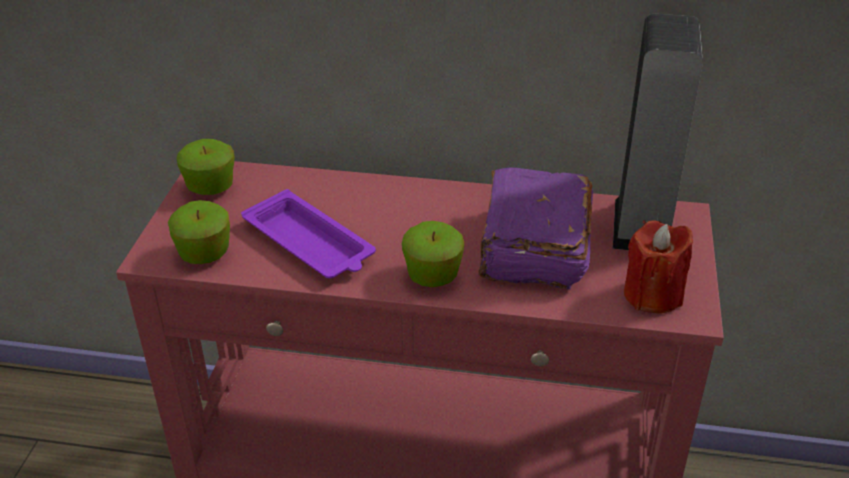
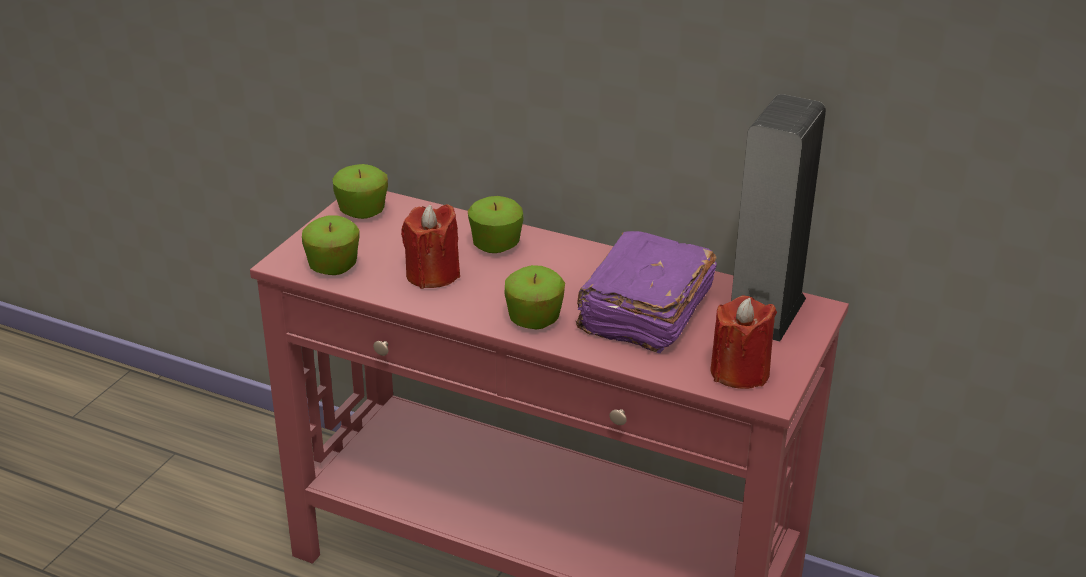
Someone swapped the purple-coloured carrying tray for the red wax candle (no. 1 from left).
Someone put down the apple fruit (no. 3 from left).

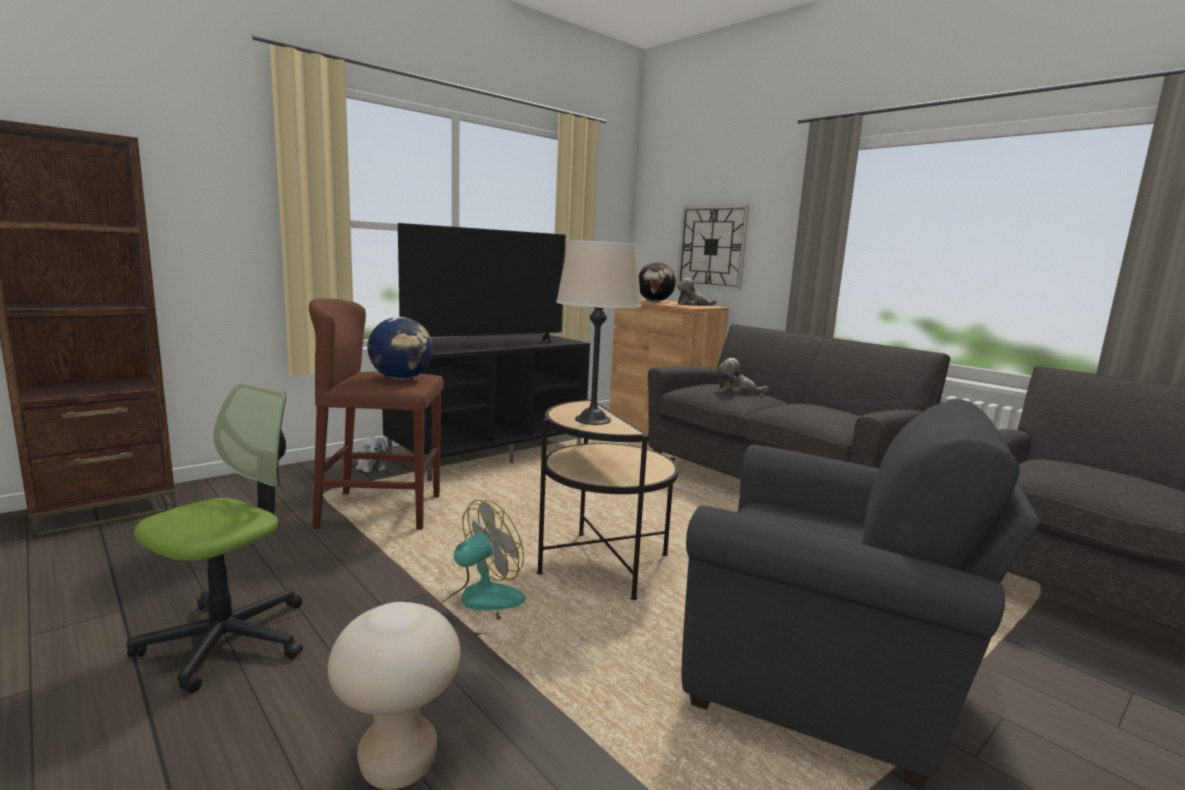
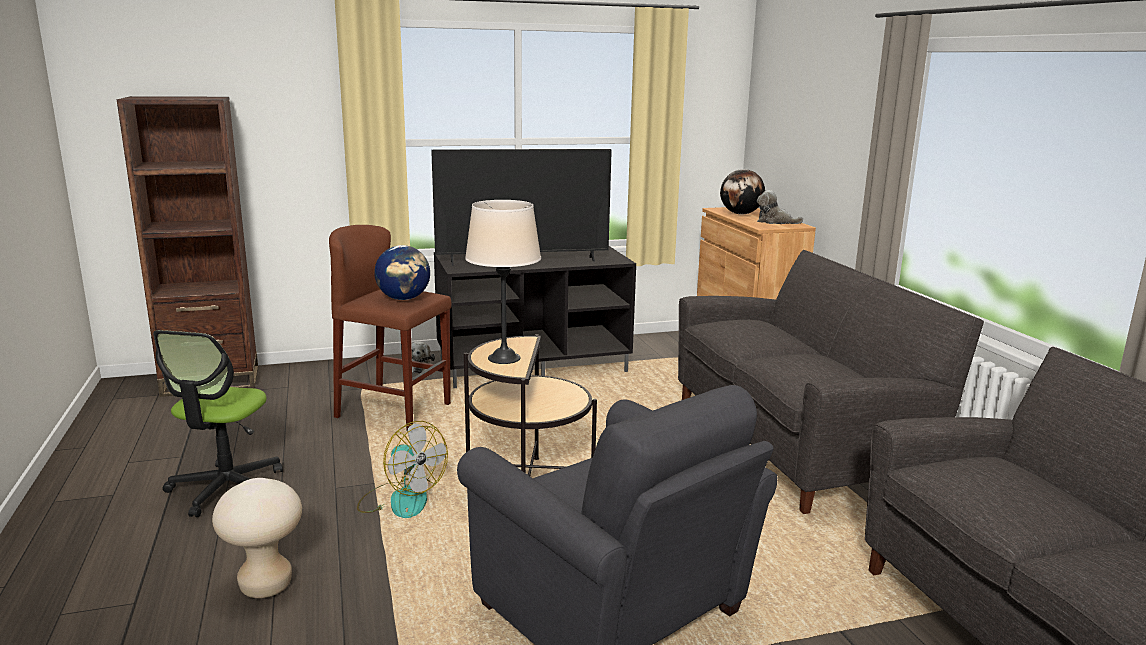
Someone rotated the office chair by 135 degrees clockwise.
Someone rotated the electric fan by 60 degrees clockwise.
Someone took away the hanging clock.
Someone took away the soft toy (no. 3 from left).

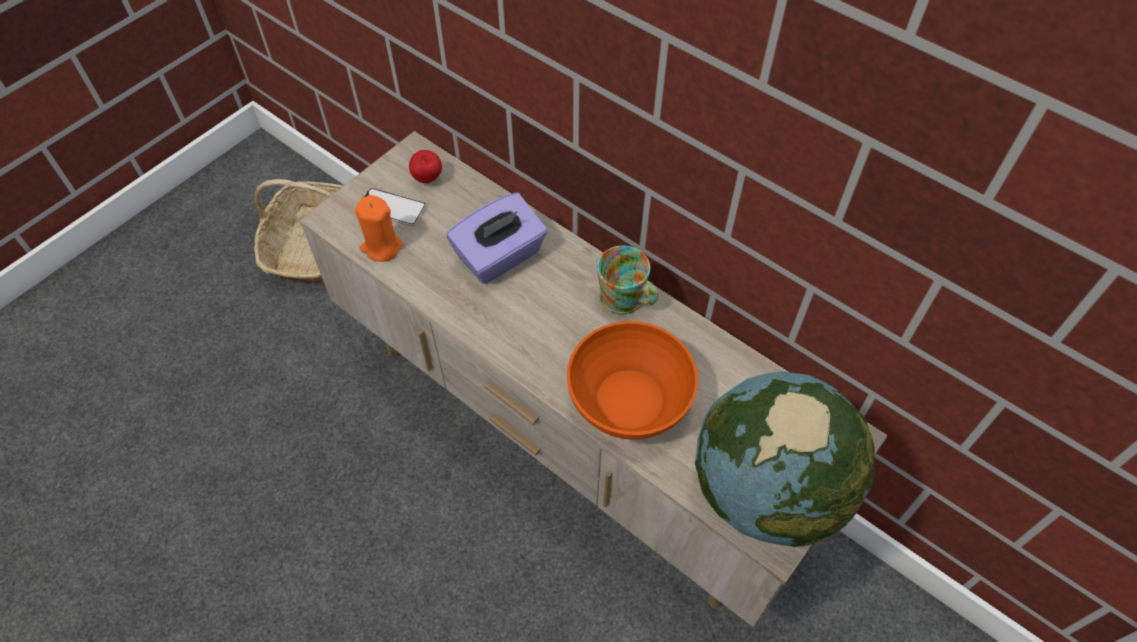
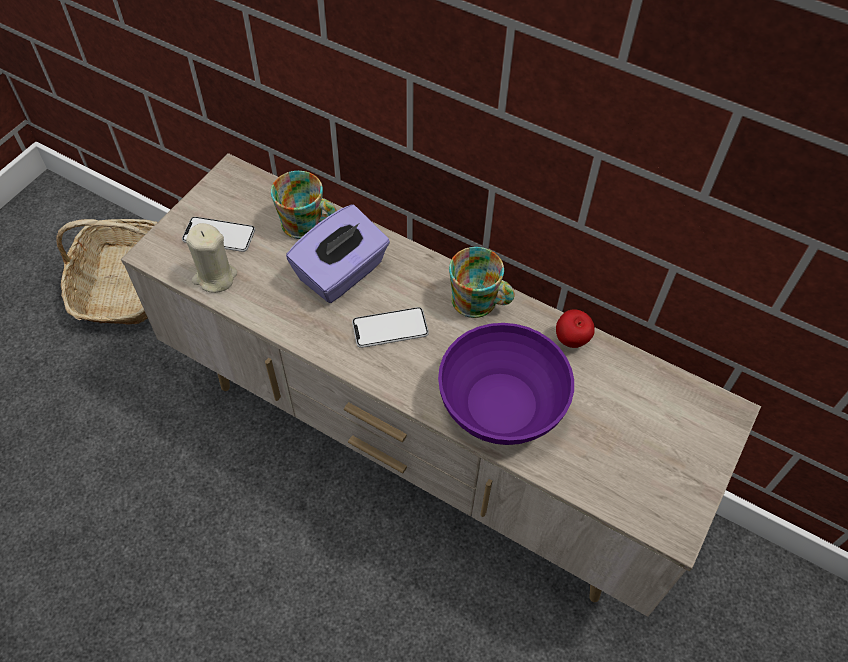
Someone repainted the orange wax candle, which became the beige wax candle.
Someone carried the apple fruit.
Someone repainted the orange serving bowl, which became the purple-coloured serving bowl.
Someone took away the desk globe.
Someone put down the tea mug (no. 1 from left).
Someone put down the phone (no. 2 from left).

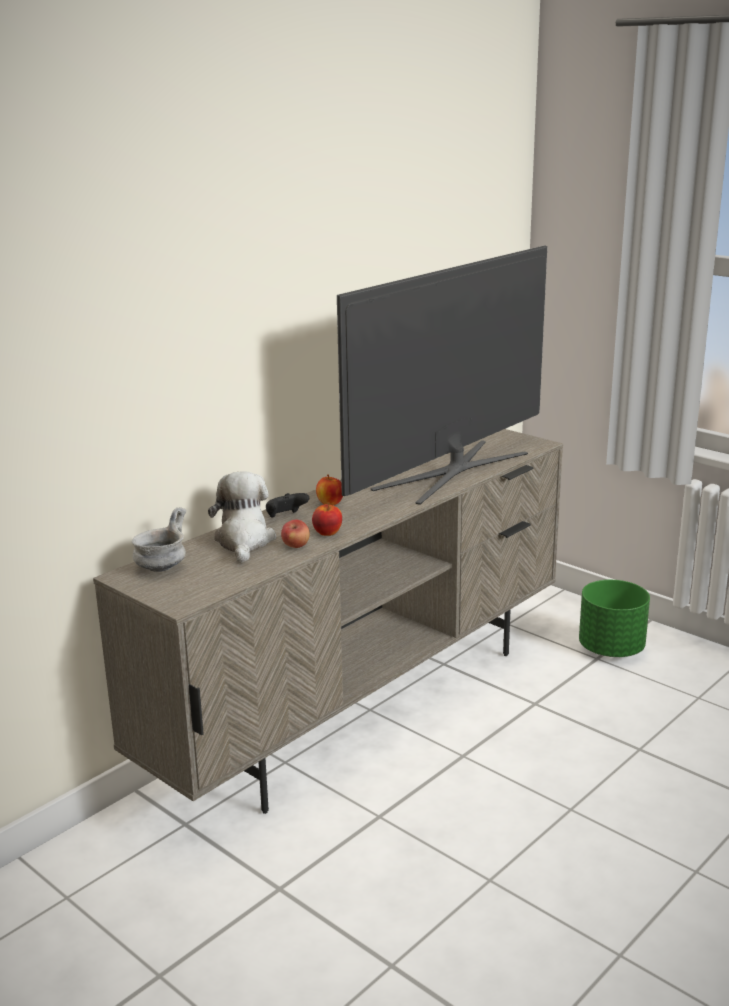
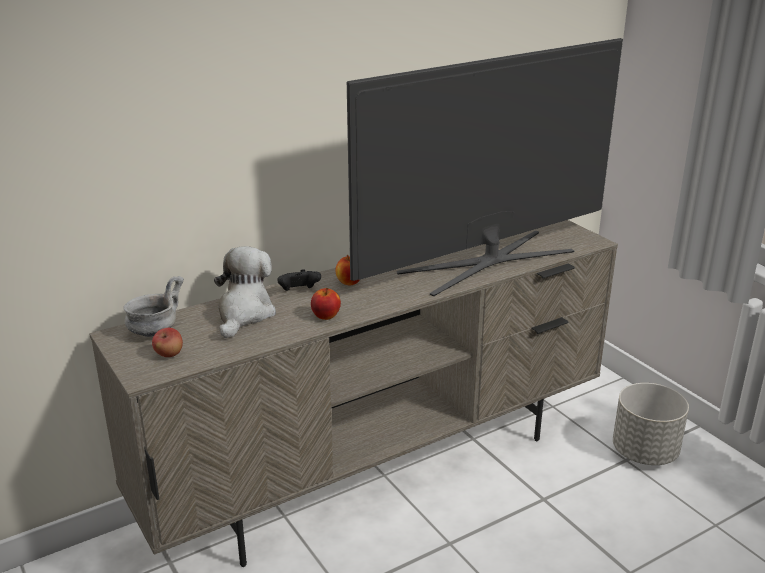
Someone carried the apple fruit (no. 1 from left).
Someone repainted the green planter, which became the gray planter.

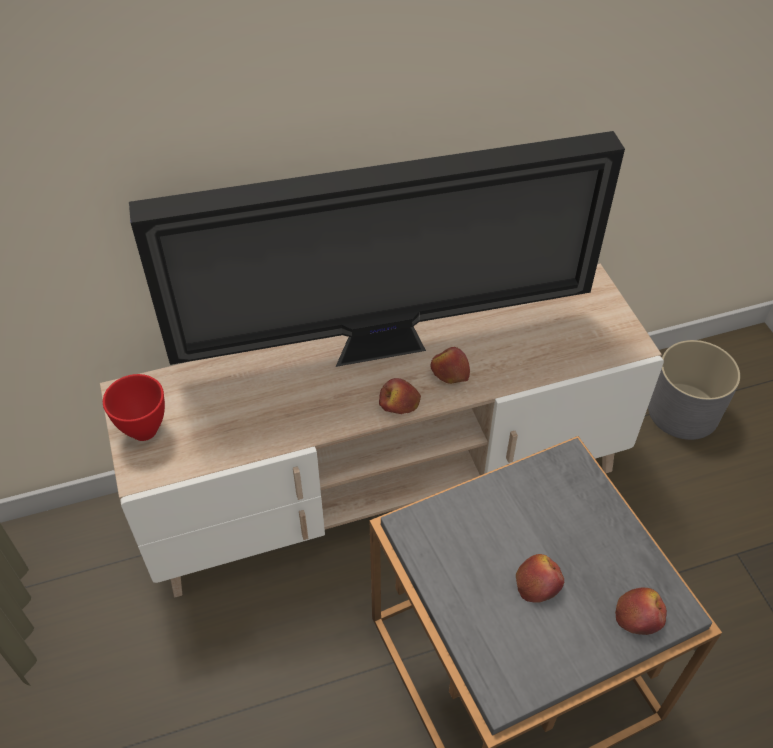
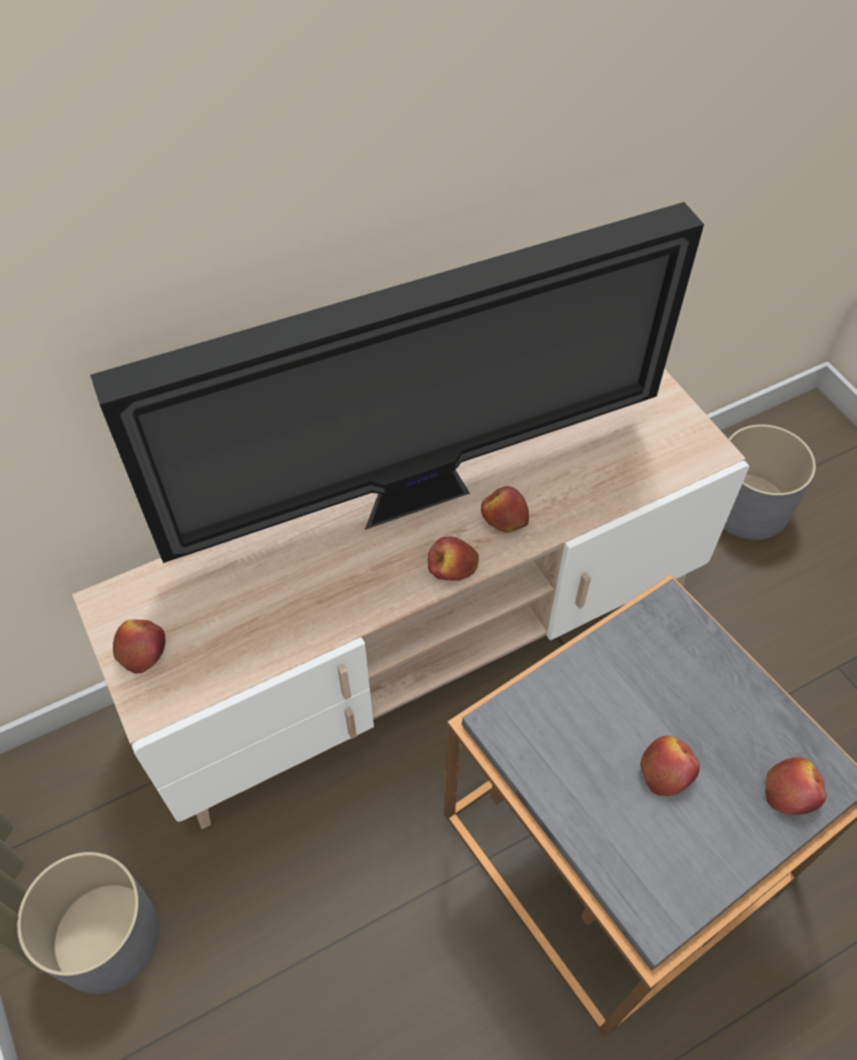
Someone swapped the red serving bowl for the apple fruit (no. 1 from left).
Someone put down the gray planter (no. 1 from left).

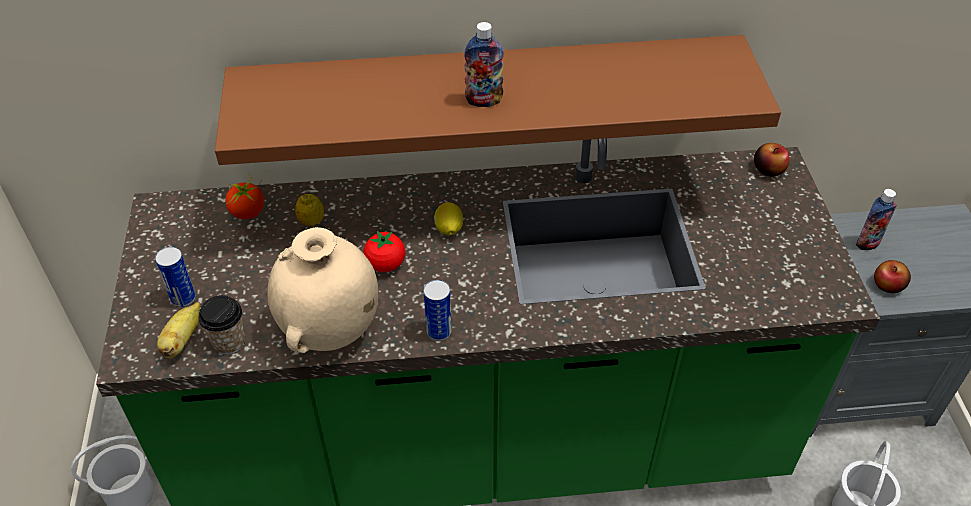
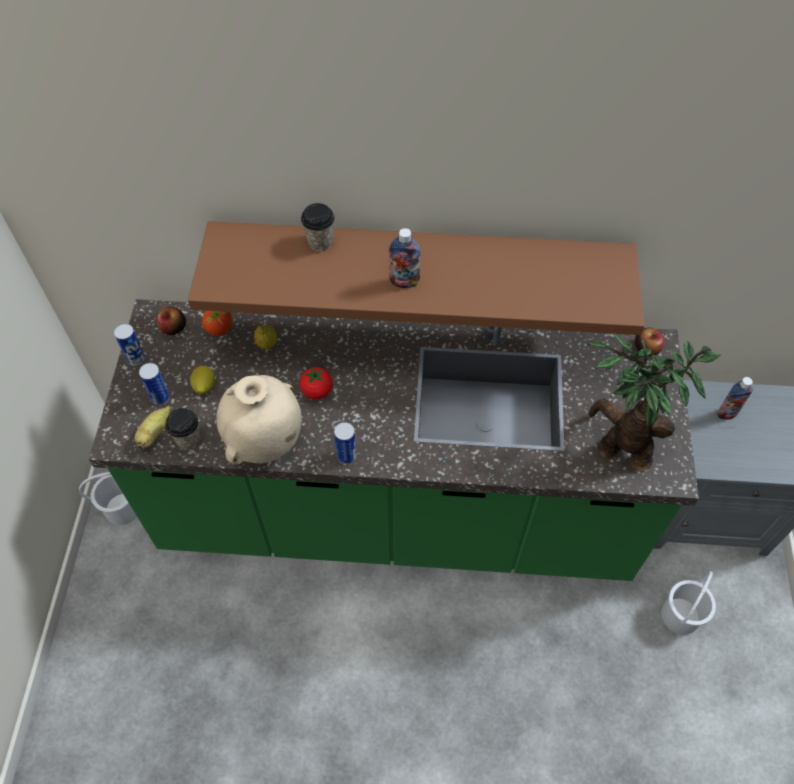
Someone carried the citrus fruit (no. 2 from left in the first image).
Someone carried the apple fruit (no. 2 from left in the first image).
Someone put down the sealed can (no. 1 from left).
Someone put down the drinking cup (no. 2 from left).
Someone put down the houseplant.

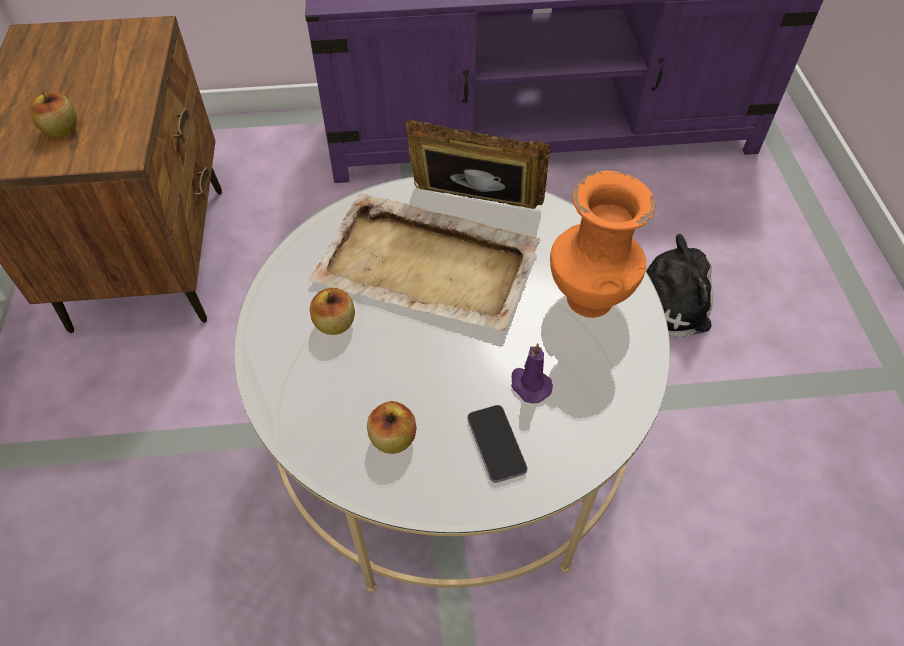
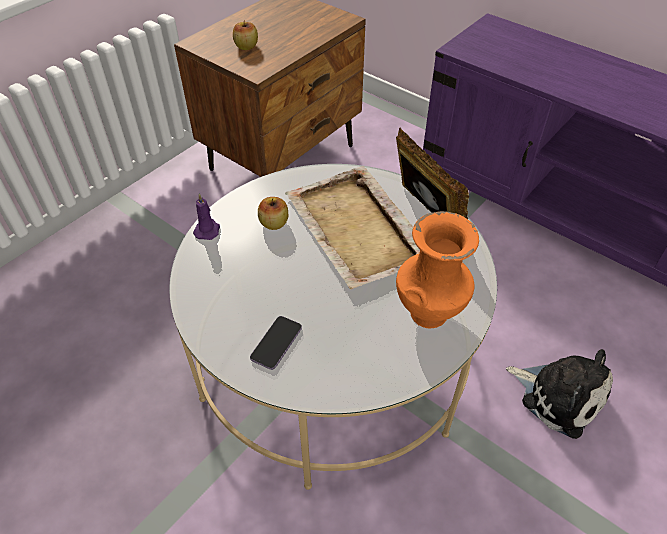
Someone took away the apple fruit (no. 3 from left).
Someone carried the purple-coloured wax candle.

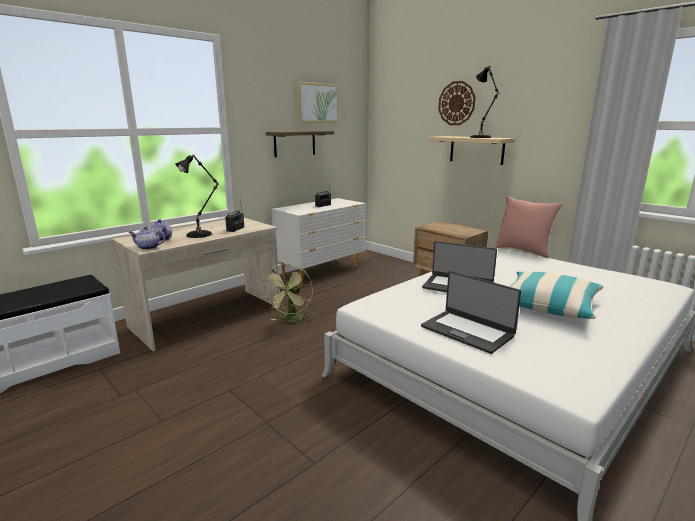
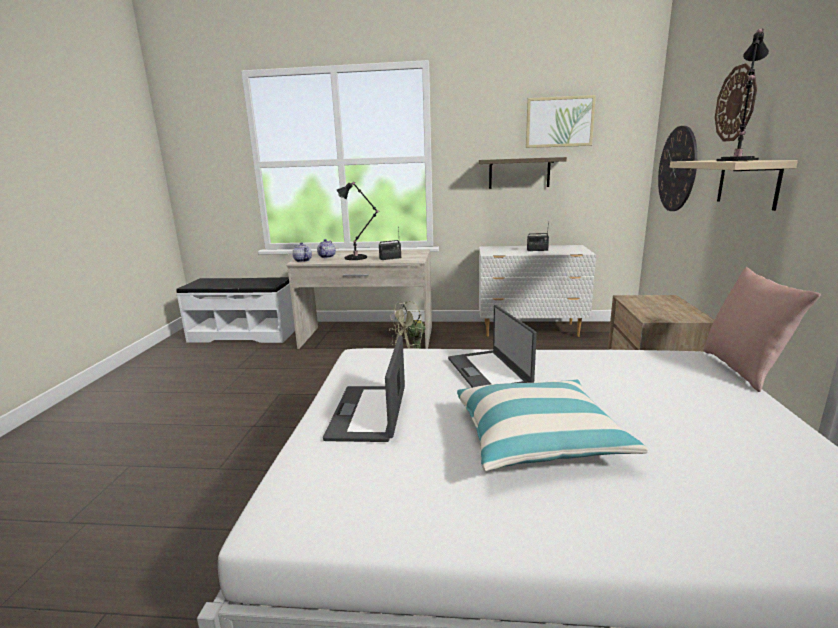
Someone put up the hanging clock (no. 1 from left).

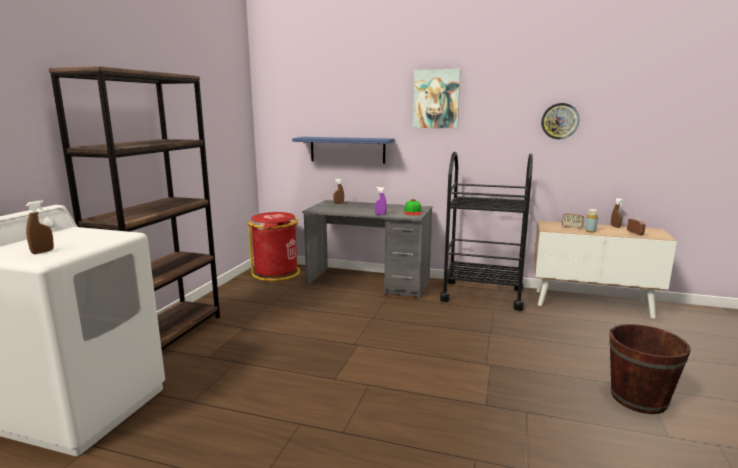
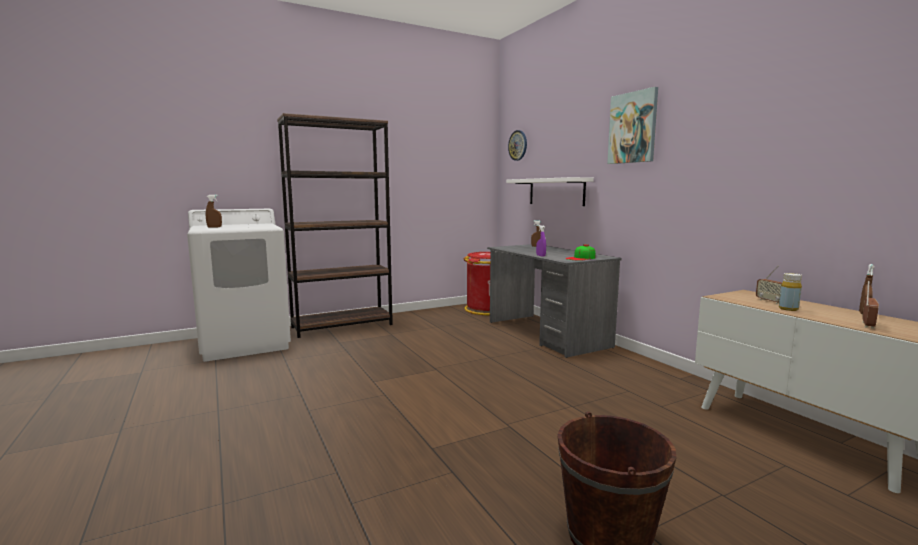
Someone repainted the blue-coloured shelf, which became the white-coloured shelf.
Someone took away the black-coloured wheeled cart.
Someone carried the hanging clock.

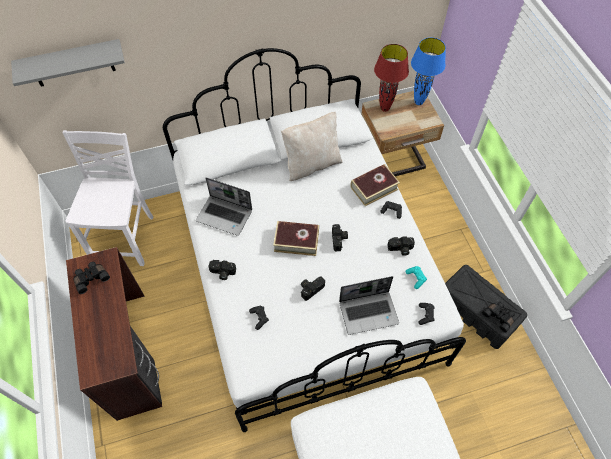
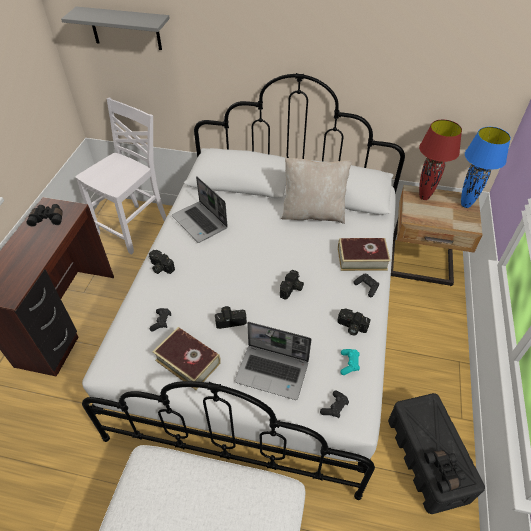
Someone carried the book (no. 1 from left).

